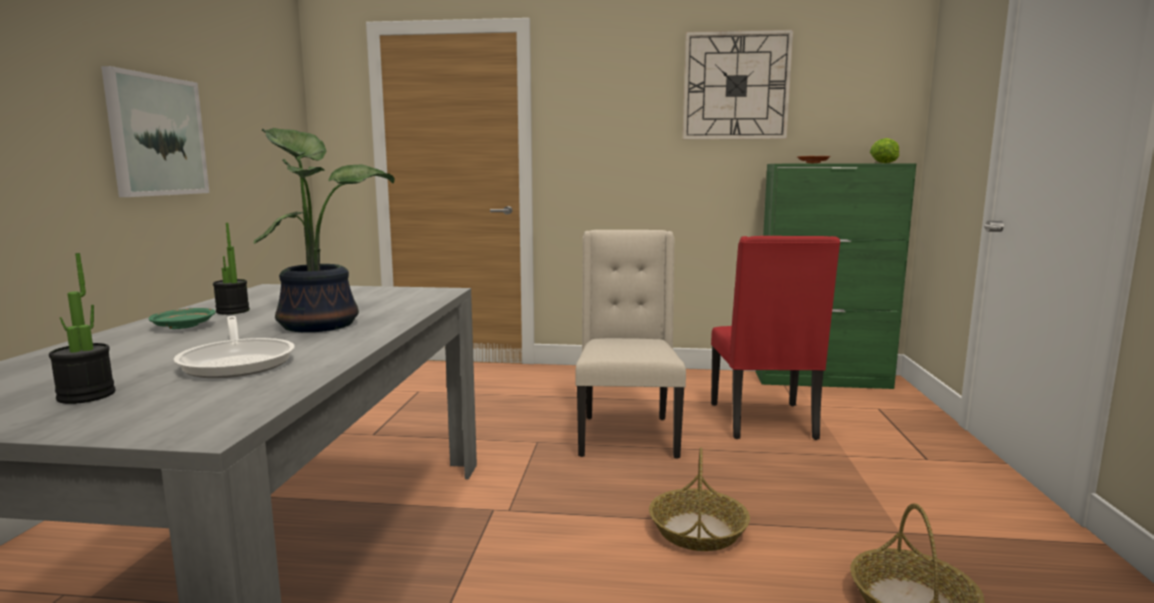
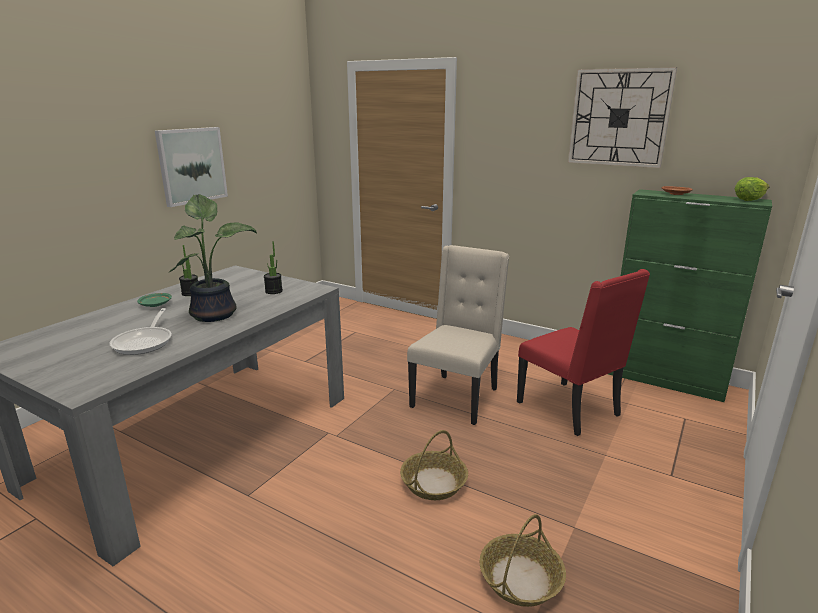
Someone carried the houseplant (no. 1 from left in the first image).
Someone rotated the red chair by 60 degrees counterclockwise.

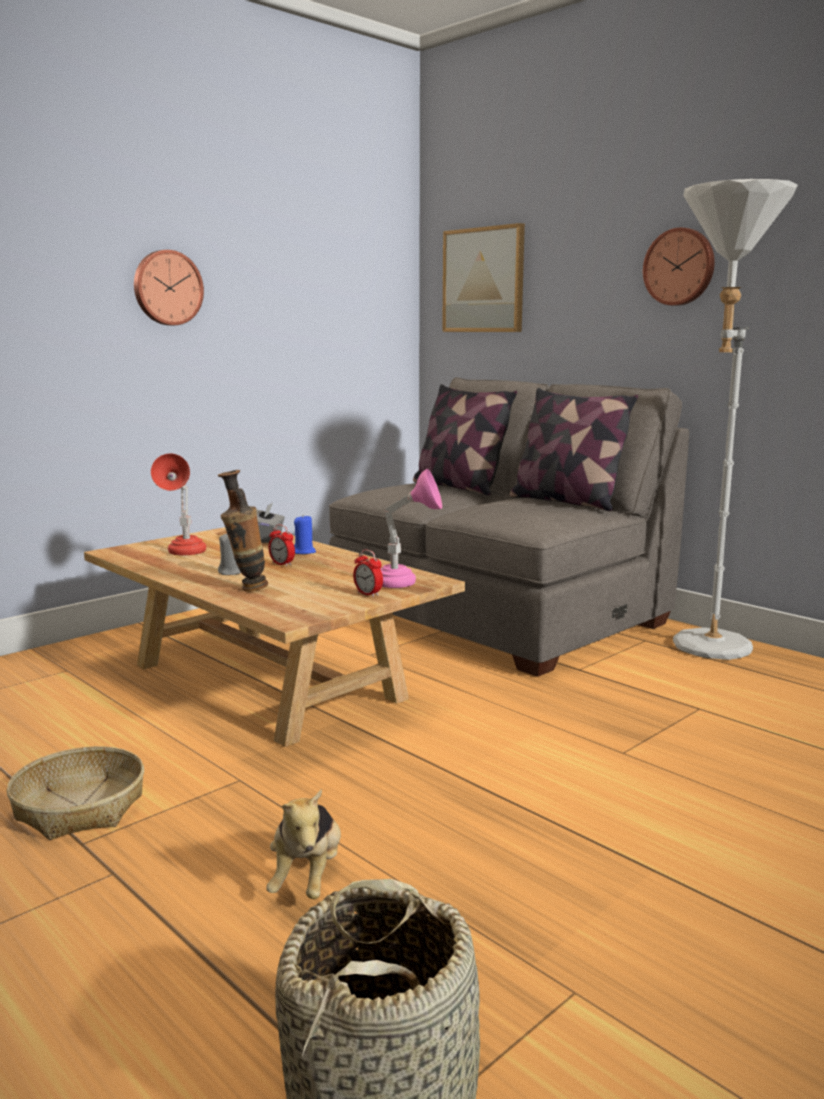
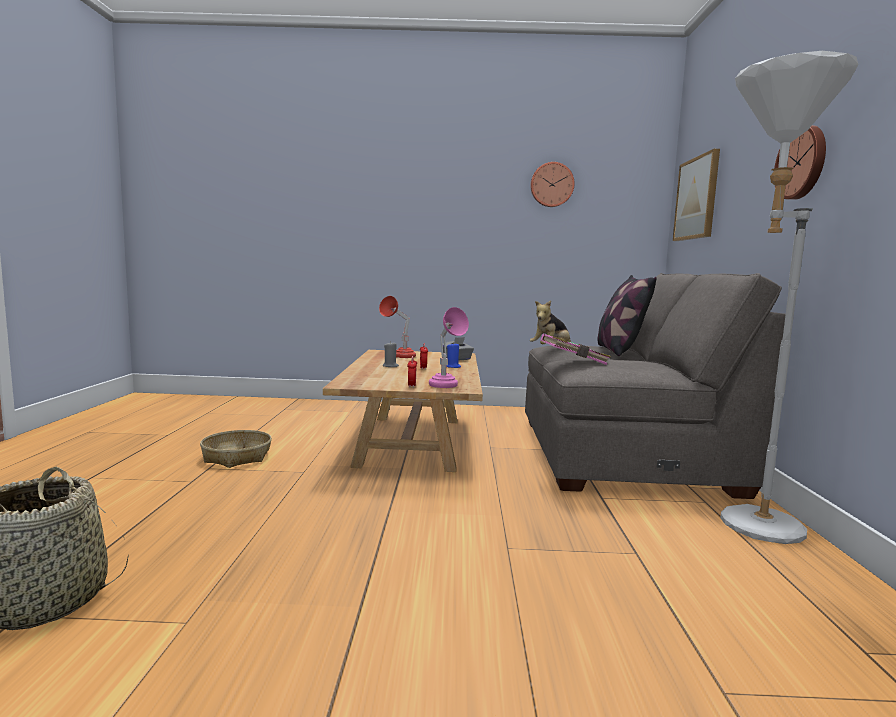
Someone carried the hanging clock (no. 1 from left).
Someone took away the decorative vase.
Someone carried the soft toy.
Someone took away the pillow (no. 2 from left).
Someone put down the pinkish book.

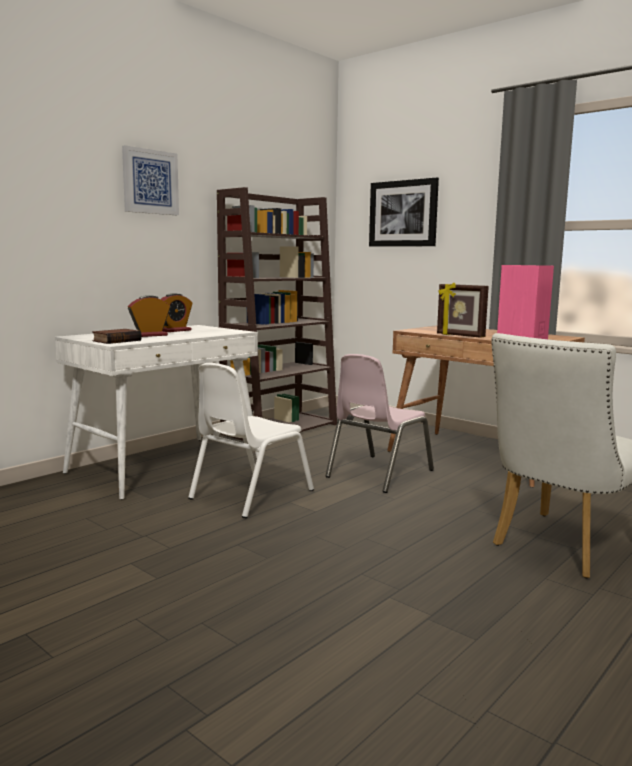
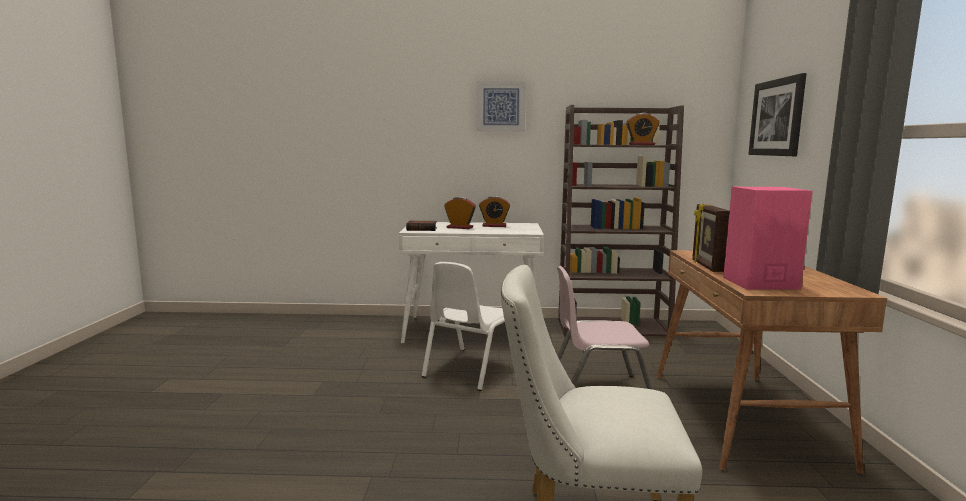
Someone rotated the white-coloured chair (no. 1 from left) by 60 degrees counterclockwise.
Someone put down the bedside clock (no. 3 from left).

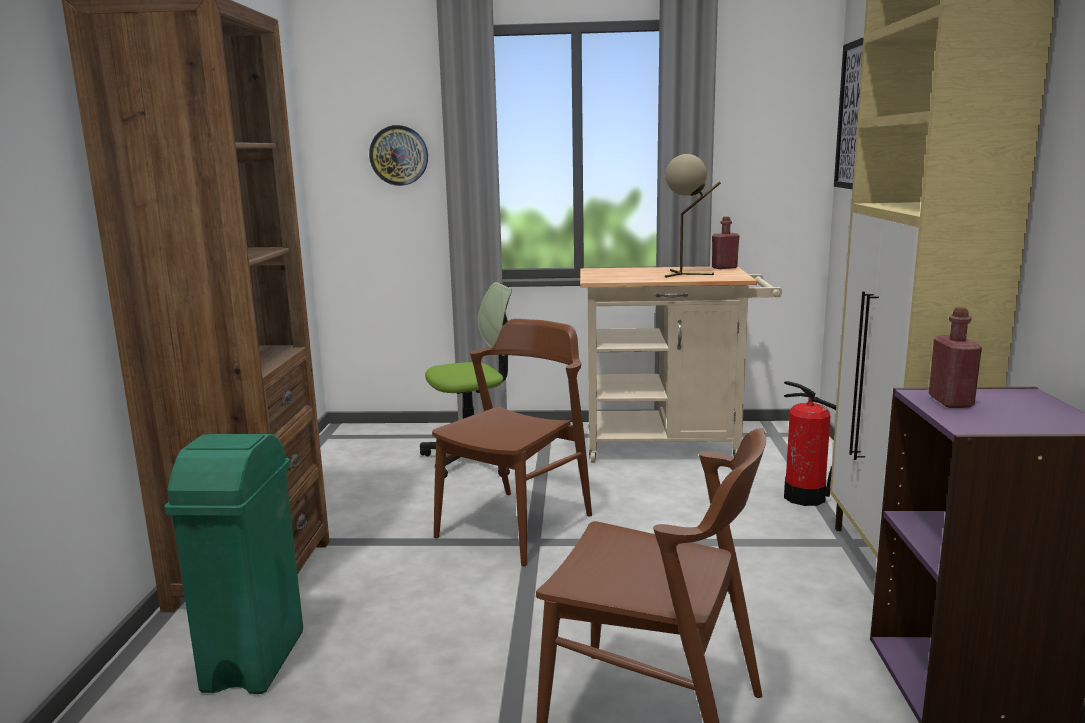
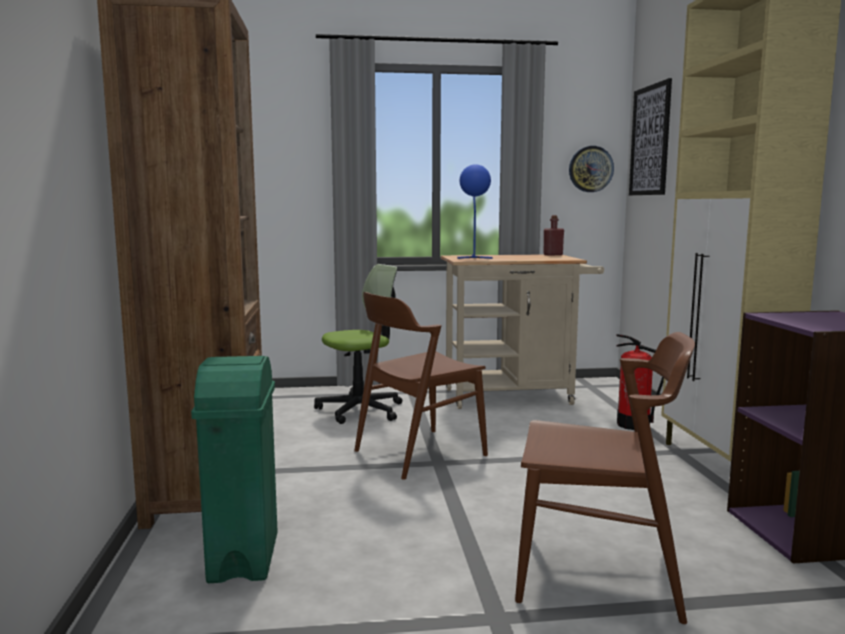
Someone carried the hanging clock.
Someone rotated the brown chair (no. 1 from left) by 150 degrees counterclockwise.
Someone took away the beige lamp for a table.
Someone took away the red drink bottle (no. 2 from left).
Someone put down the blue-coloured lamp for a table.

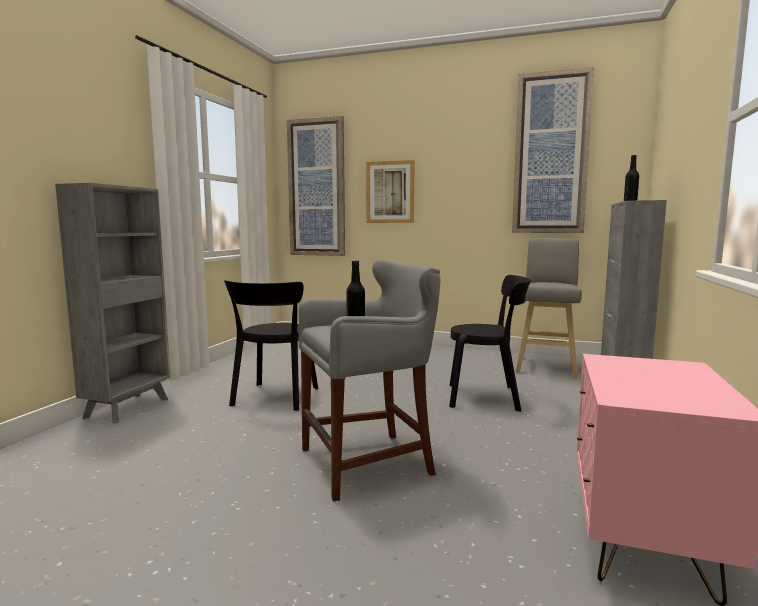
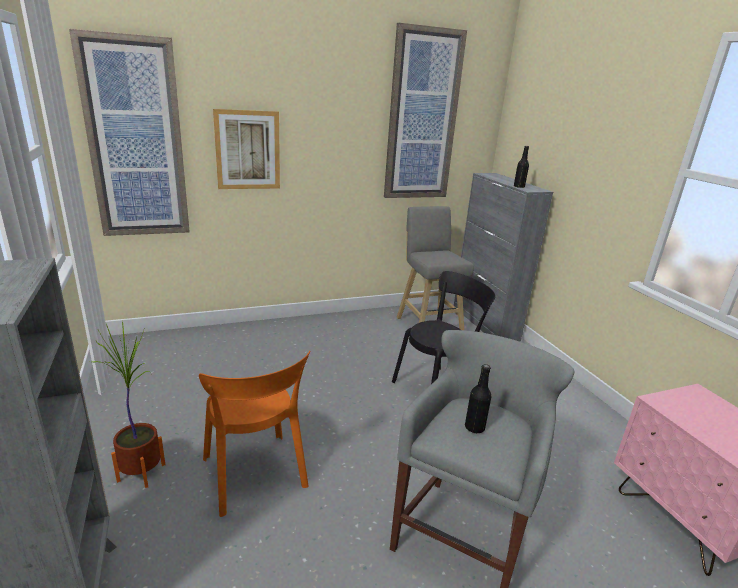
Someone repainted the black-coloured chair (no. 1 from left), which became the orange chair.
Someone put down the houseplant.

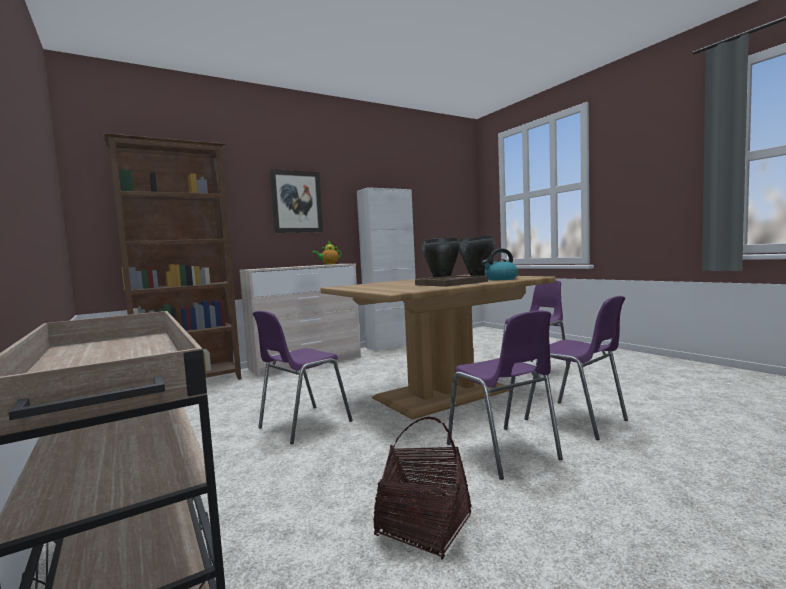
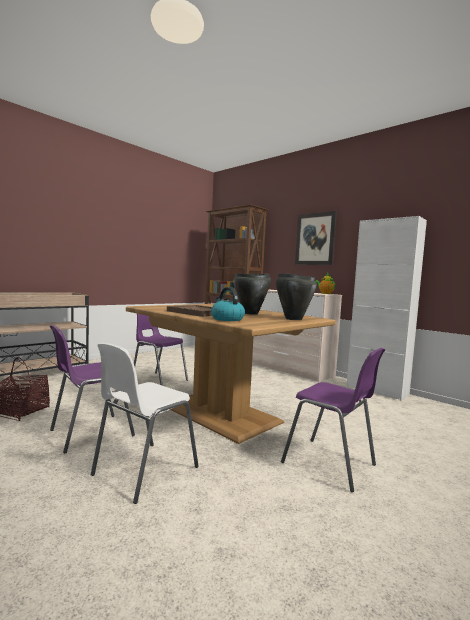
Someone repainted the purple-coloured chair (no. 4 from left), which became the white-coloured chair.

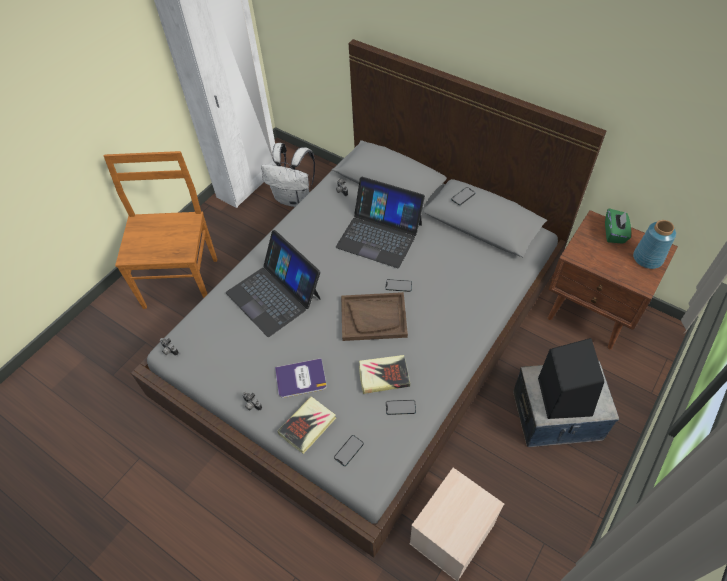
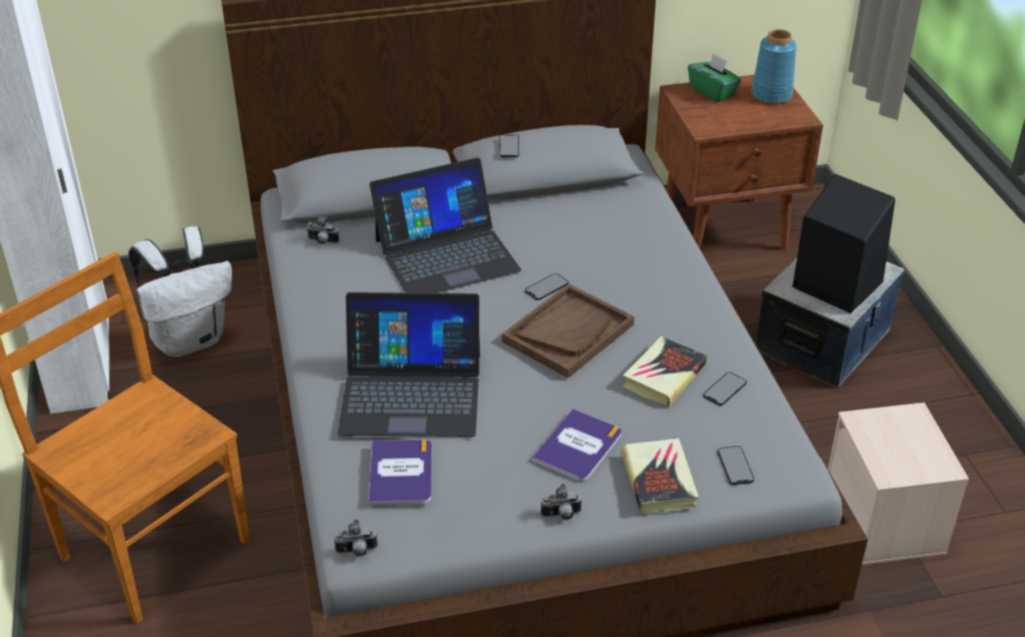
Someone put down the book (no. 1 from left).

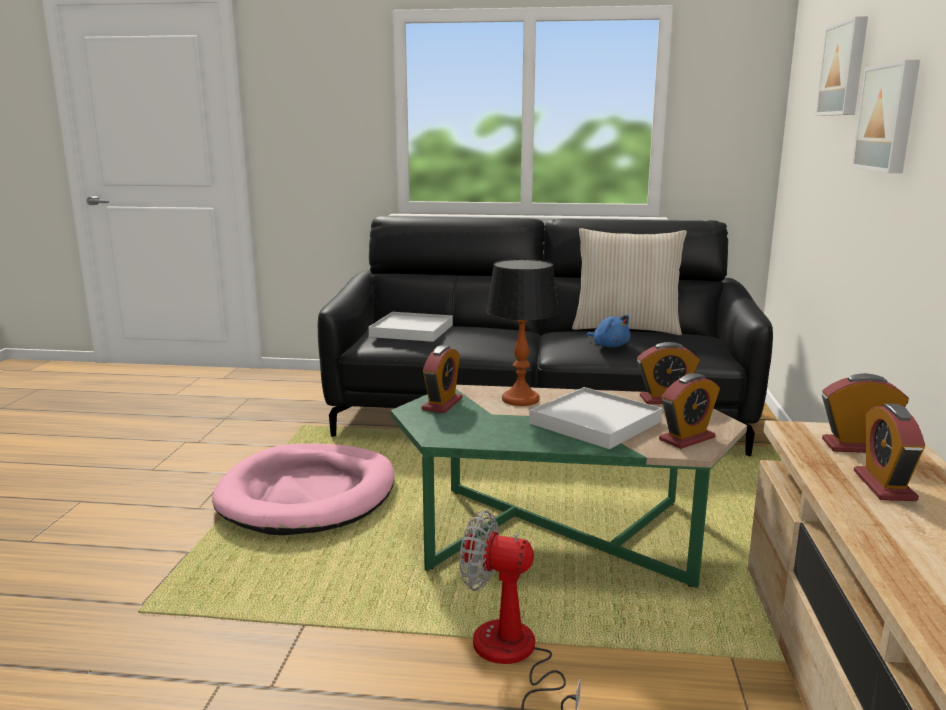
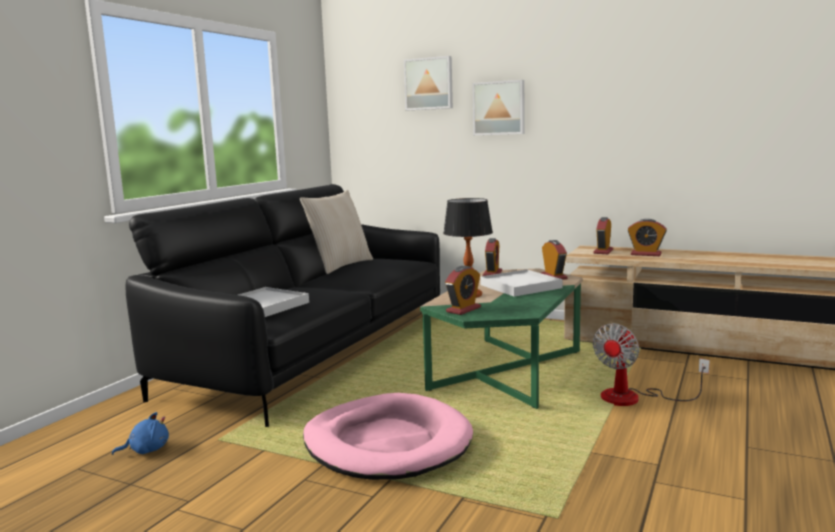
Someone rotated the bedside clock (no. 1 from left) by 90 degrees clockwise.
Someone carried the blue-coloured soft toy.

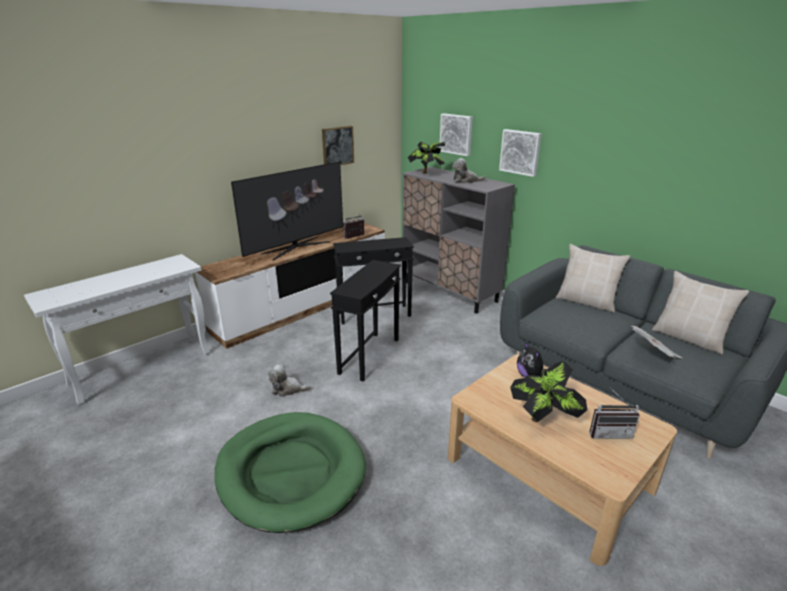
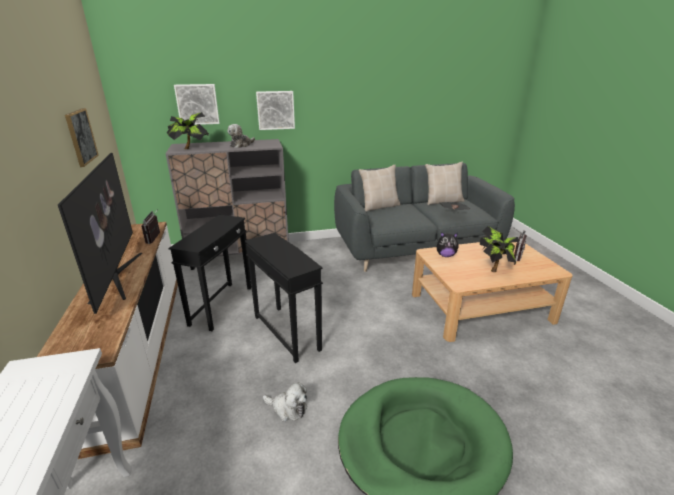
Someone rotated the soft toy (no. 1 from left in the first image) by 105 degrees counterclockwise.

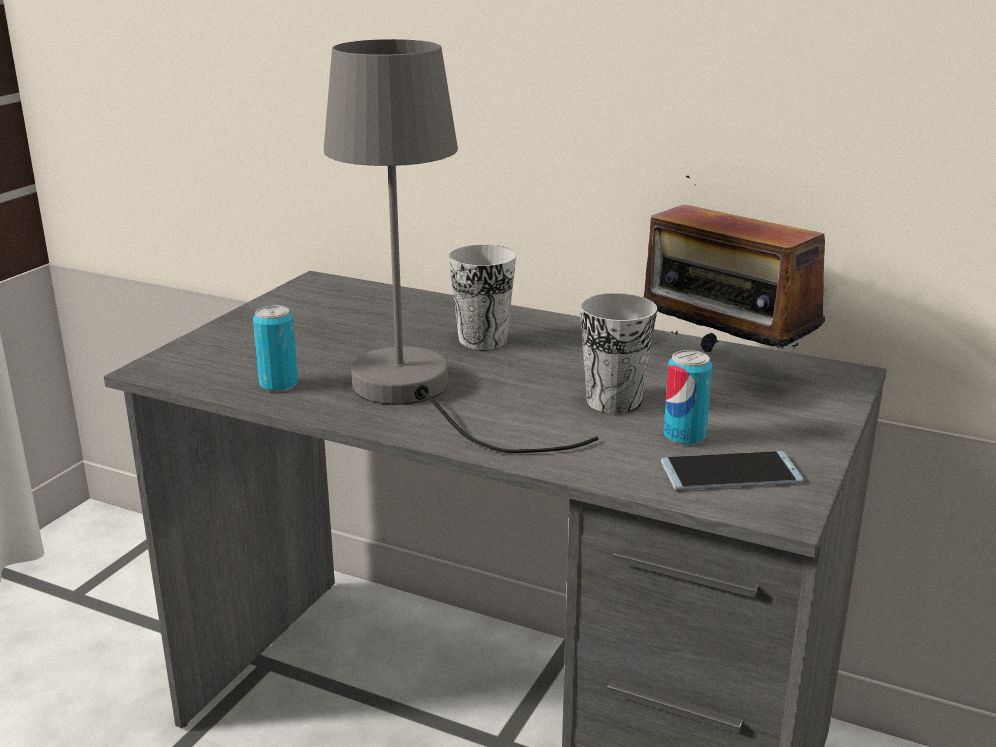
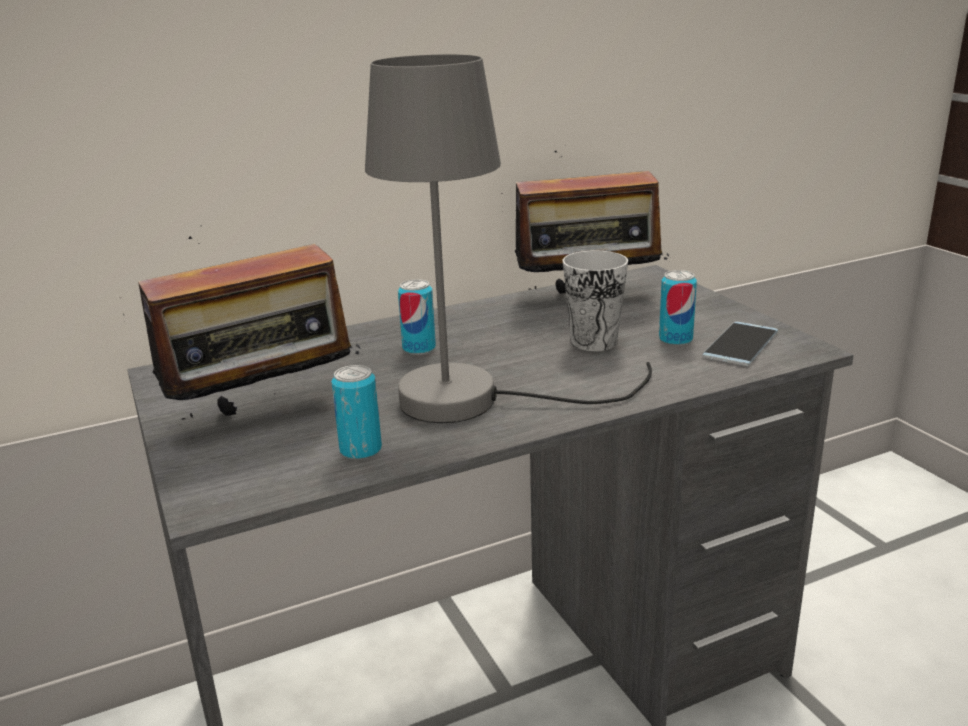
Someone swapped the drinking cup (no. 1 from left) for the sealed can (no. 2 from left).
Someone put down the radio set (no. 1 from left).

